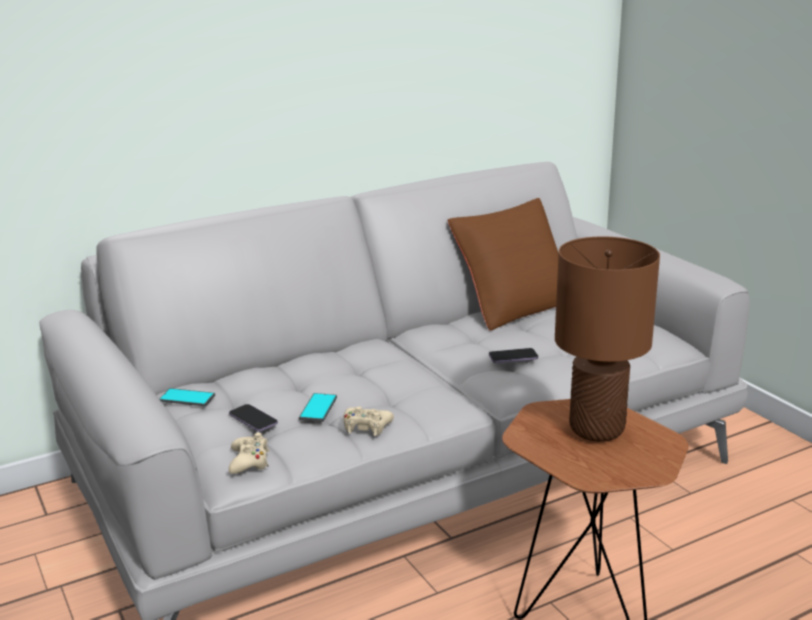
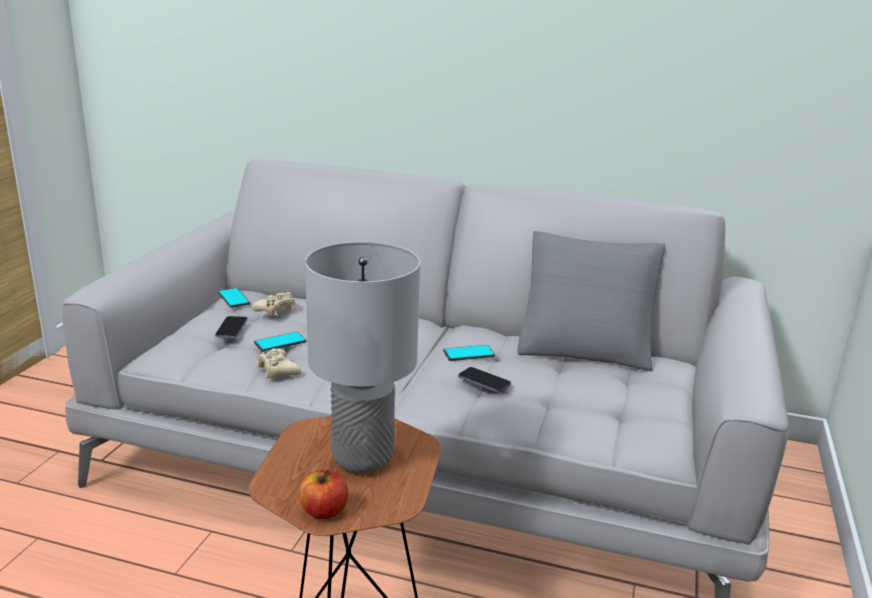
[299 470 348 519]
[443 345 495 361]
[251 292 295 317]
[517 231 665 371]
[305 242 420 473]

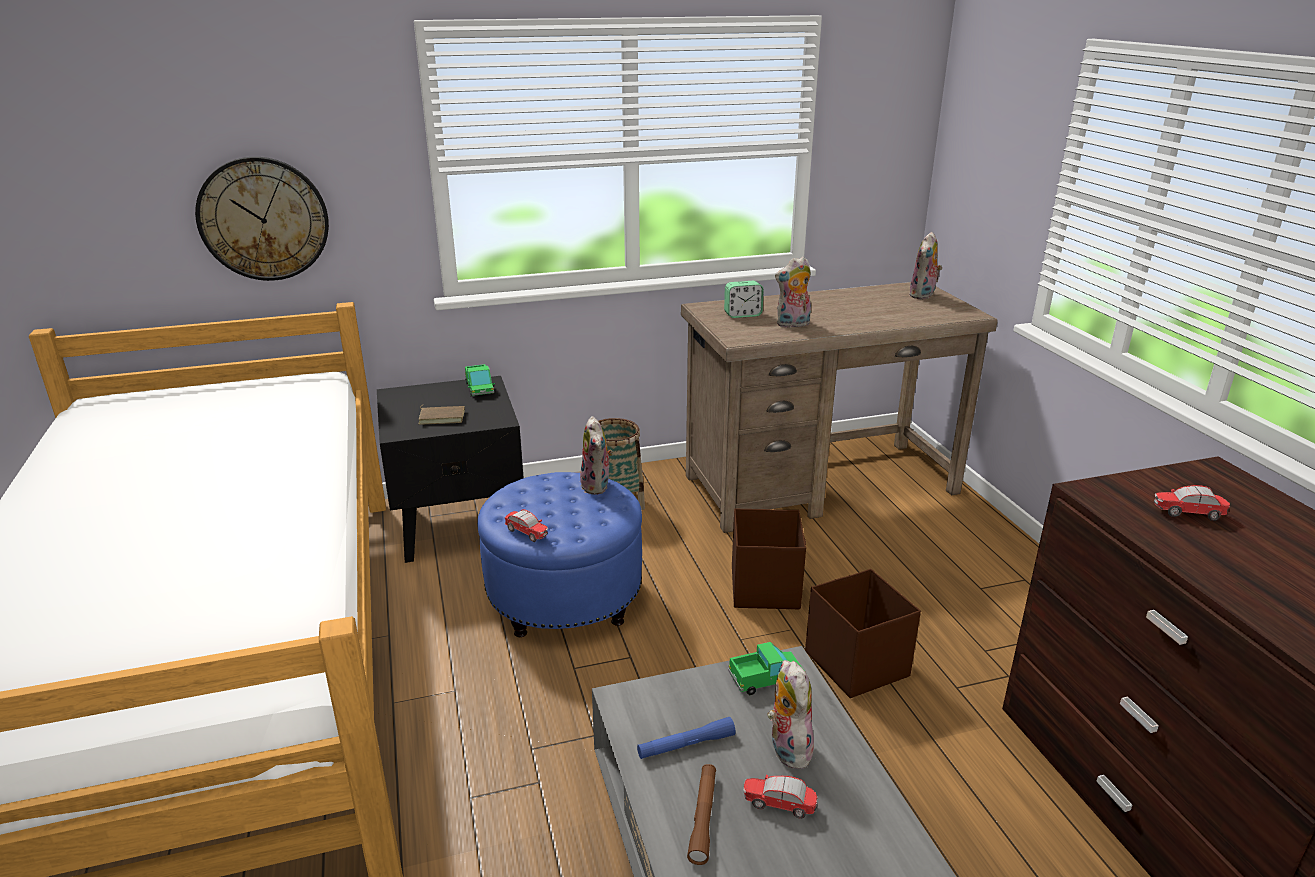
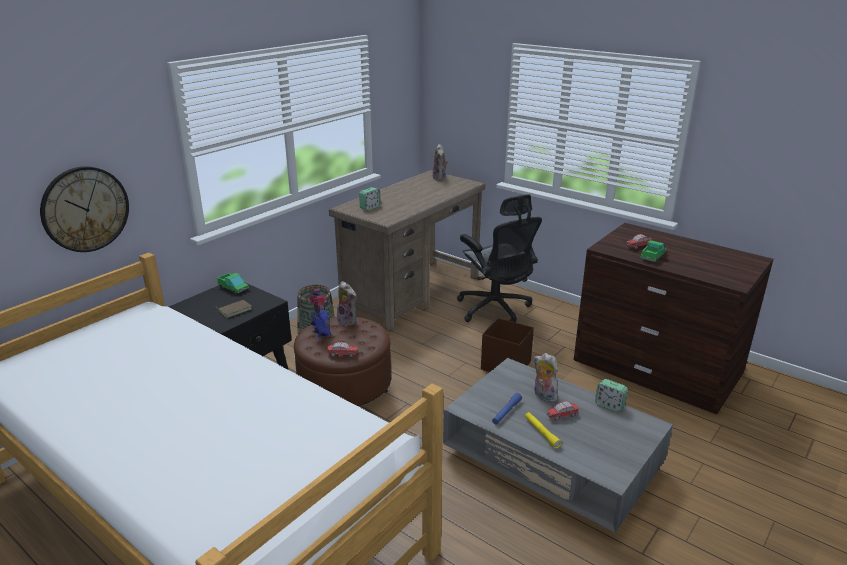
[732 508 806 609] (first image)
[775 256 811 328] (first image)
[309 289 331 337]
[457 194 542 323]
[595 379 628 412]
[640 240 667 263]
[294 317 391 406]
[525 412 562 449]

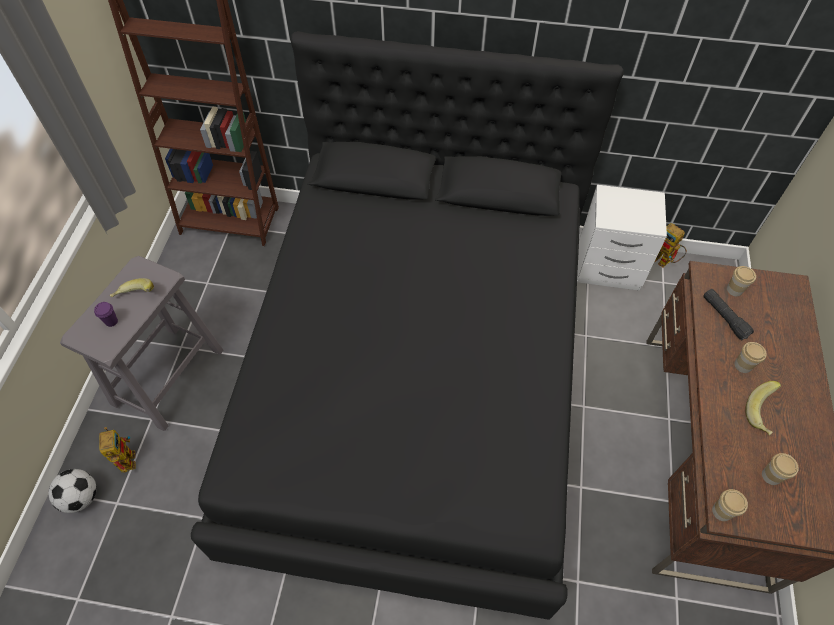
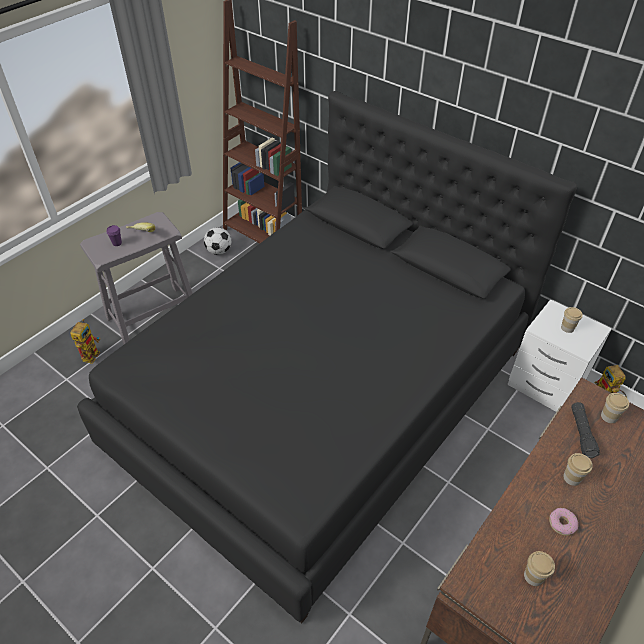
[204 227 231 255]
[561 307 583 333]
[549 508 578 536]

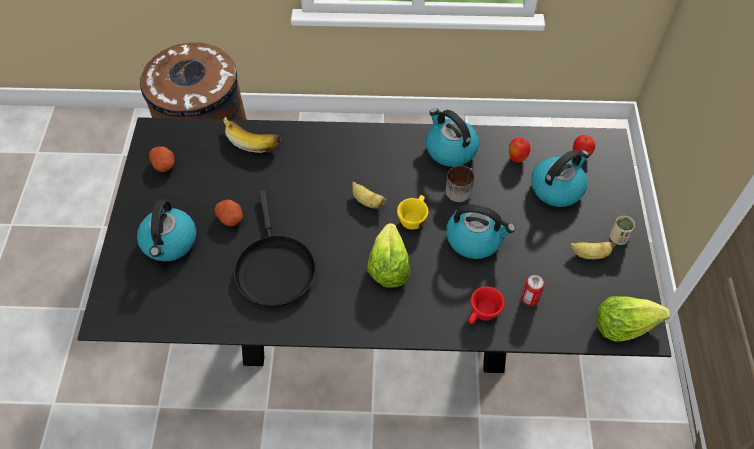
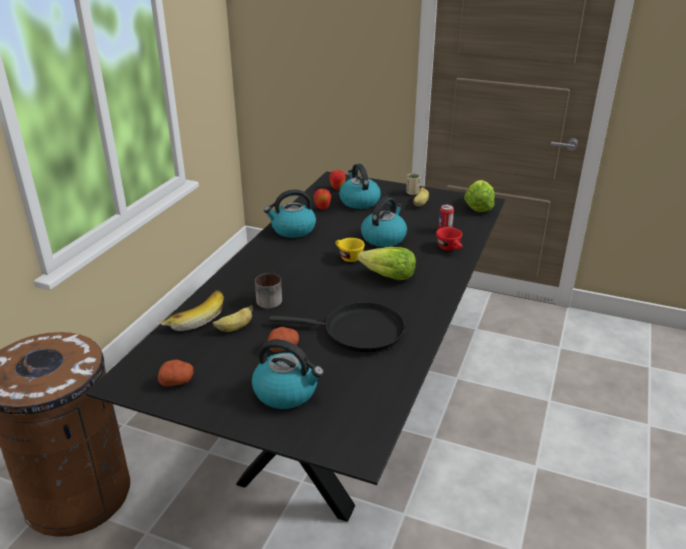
[212 305 253 332]
[255 273 282 308]

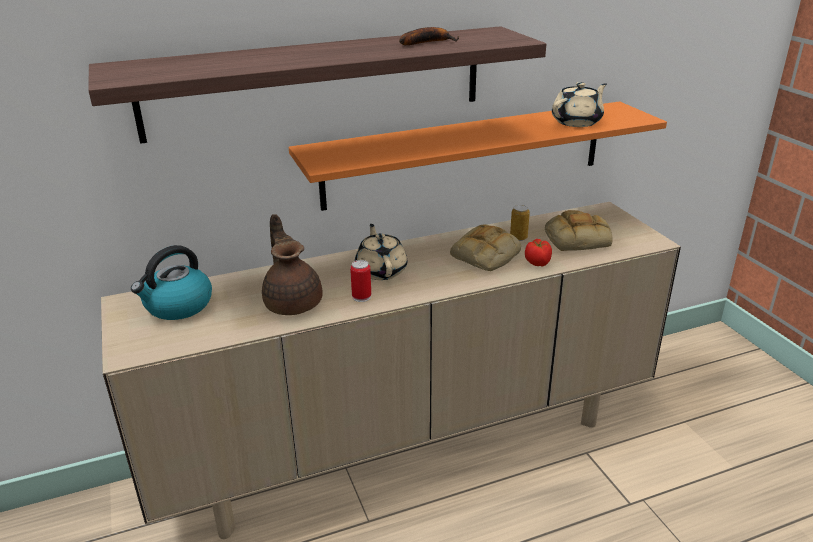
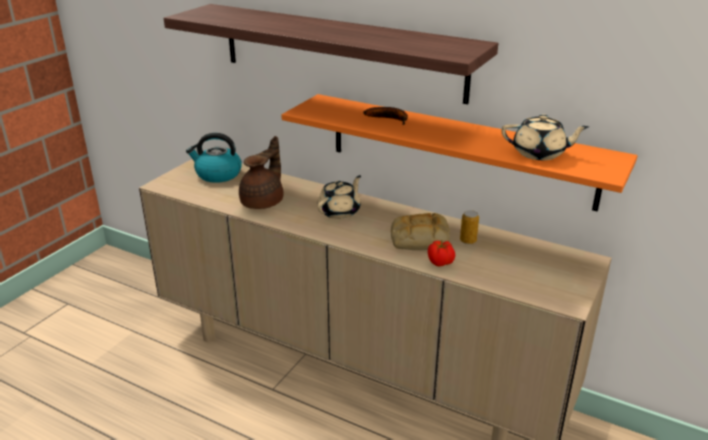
[350 260 371 302] (first image)
[545 210 613 251] (first image)
[363 107 408 125]

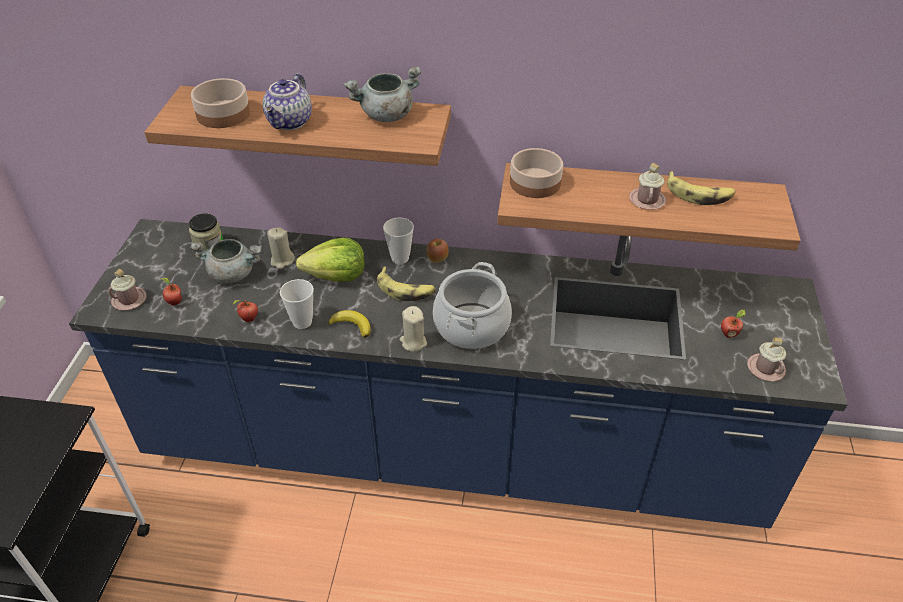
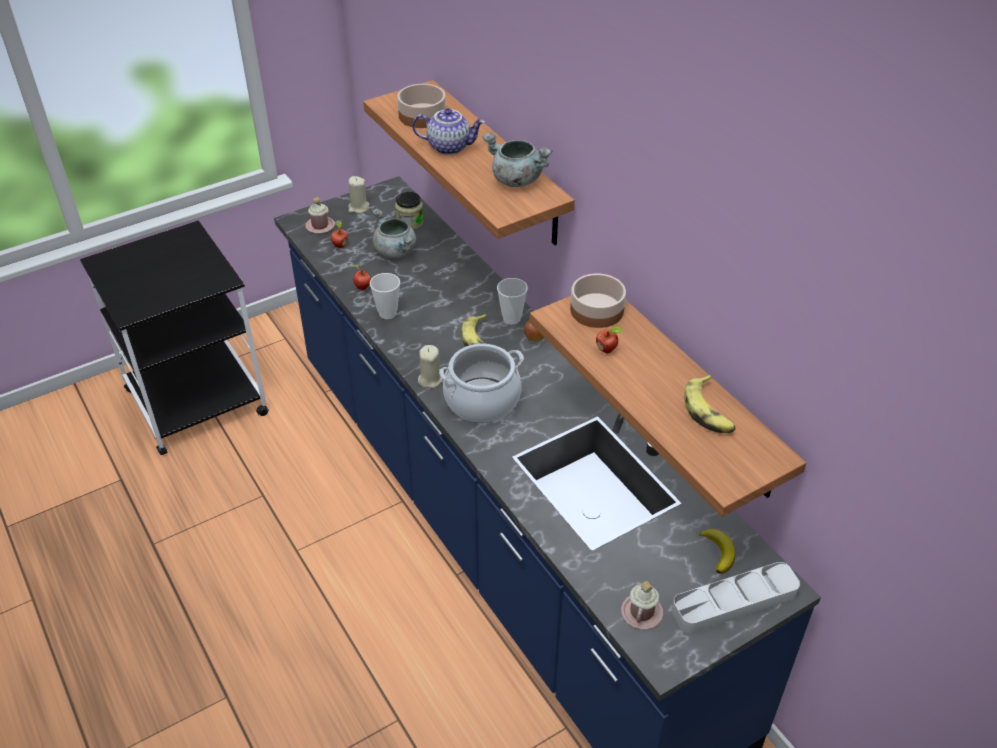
[296 238 365 282] (first image)
[629 163 666 210] (first image)
[672 562 800 633]
[348 176 369 214]
[699 529 735 574]
[596 326 623 354]
[412 108 485 155]

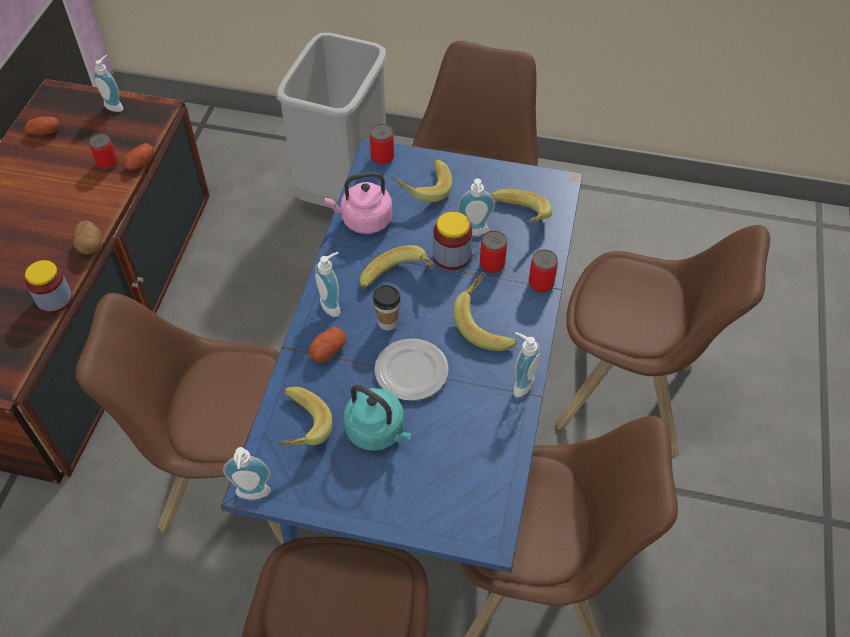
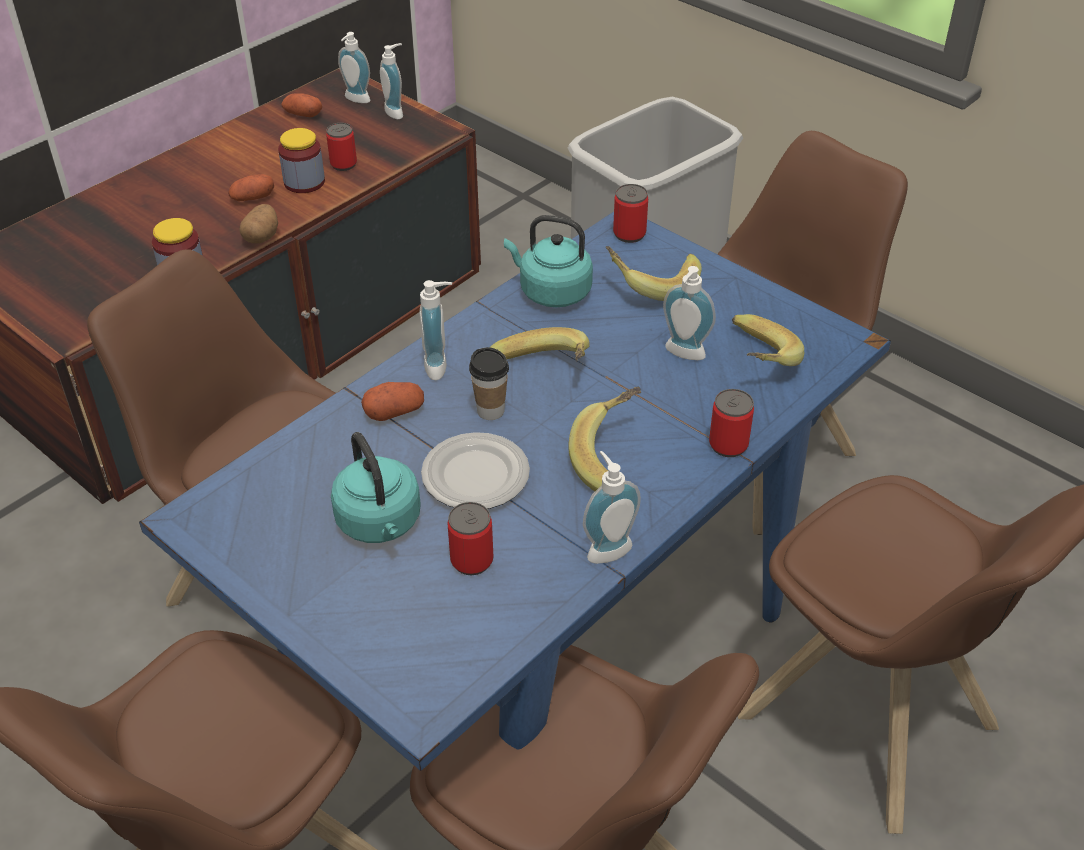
[278 387 333 447] (first image)
[228 174 274 201]
[338 32 370 103]
[278 128 325 193]
[447 502 493 575]
[504 215 593 307]

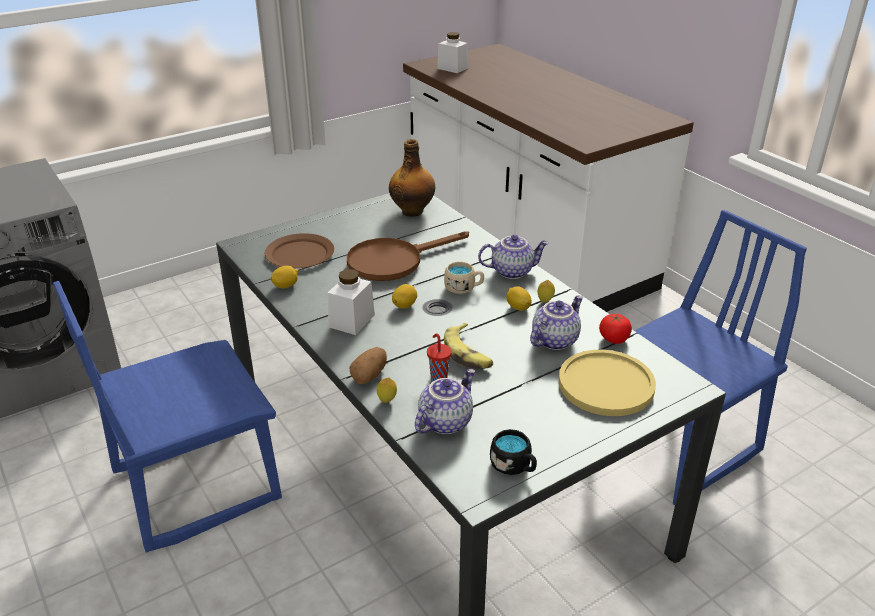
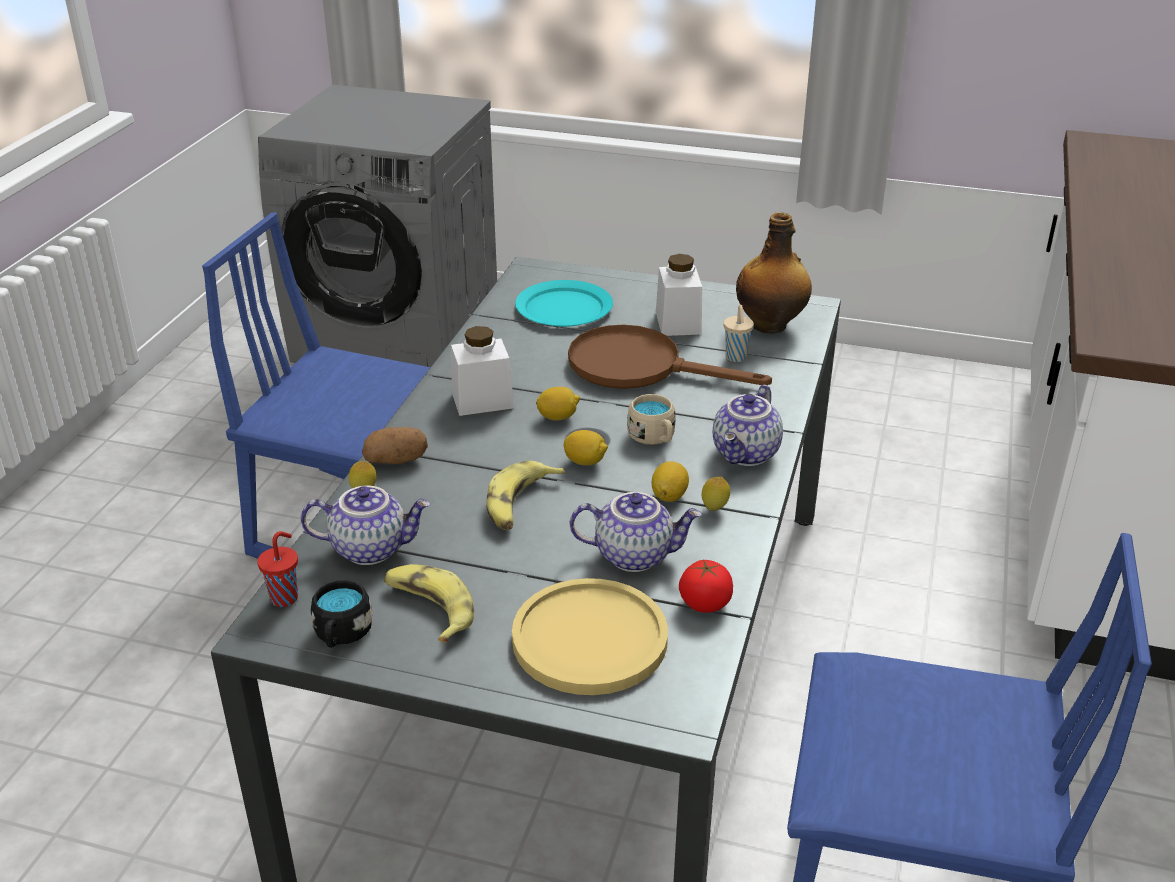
[384 564 474 643]
[724 305 754 362]
[563 430 608 465]
[257 531 298 607]
[656 254 702 336]
[515 280 613 327]
[713 384 783 466]

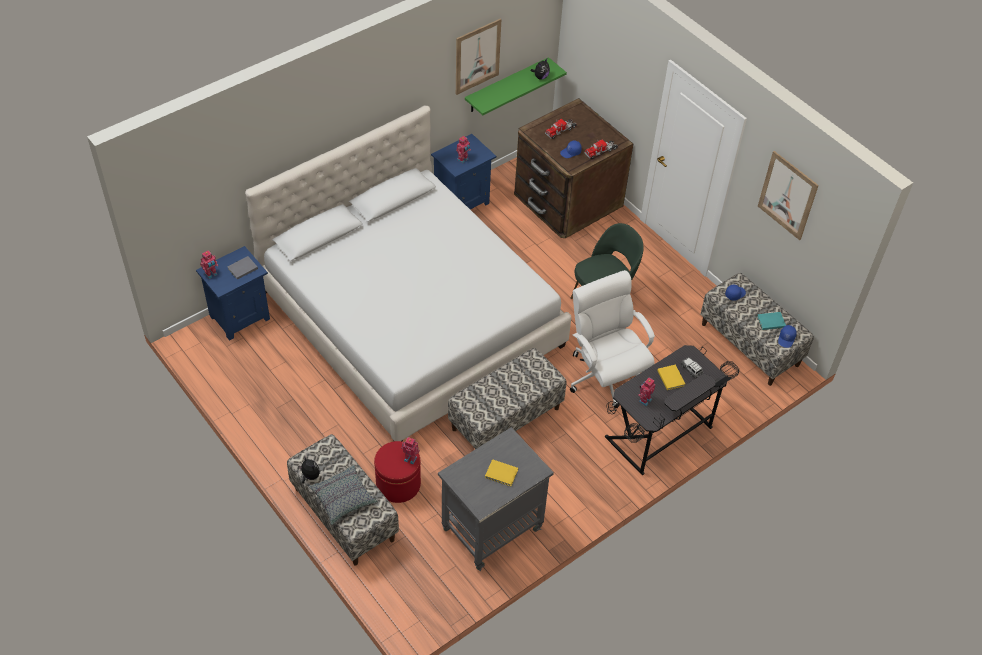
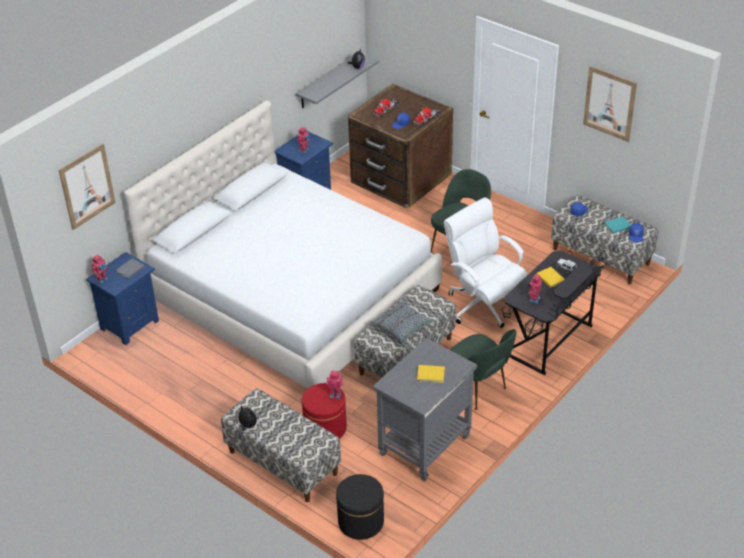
[336 474 384 540]
[450 329 517 410]
[371 301 434 344]
[59 144 116 230]
[296 54 379 108]

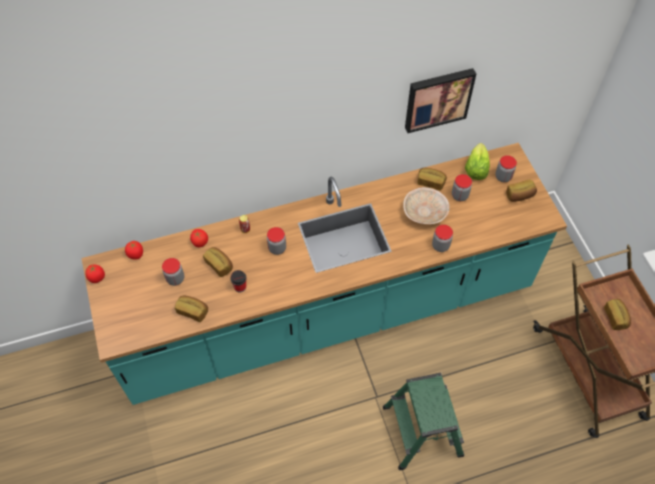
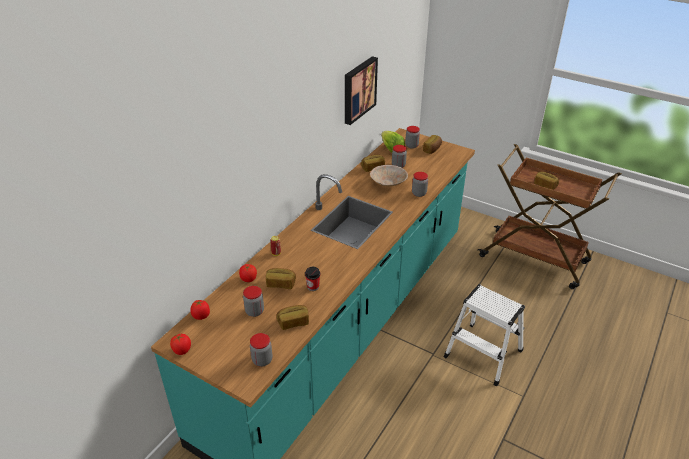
[250 333 272 367]
[444 284 525 386]

